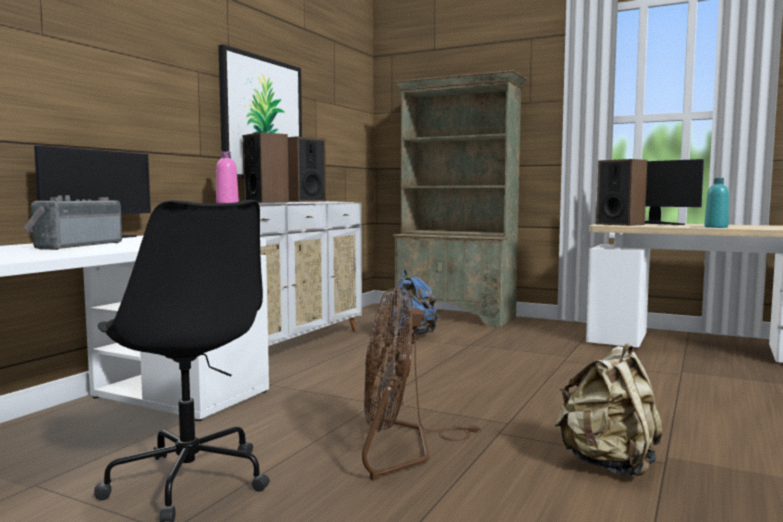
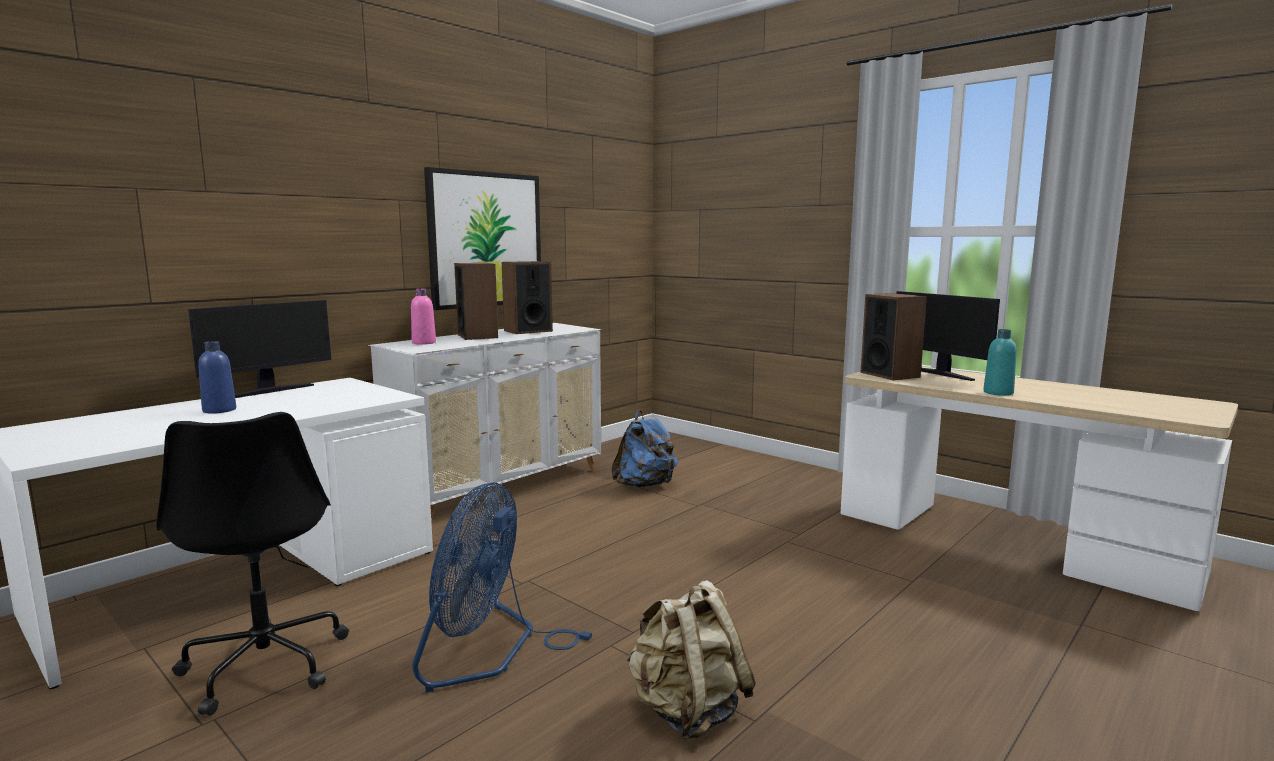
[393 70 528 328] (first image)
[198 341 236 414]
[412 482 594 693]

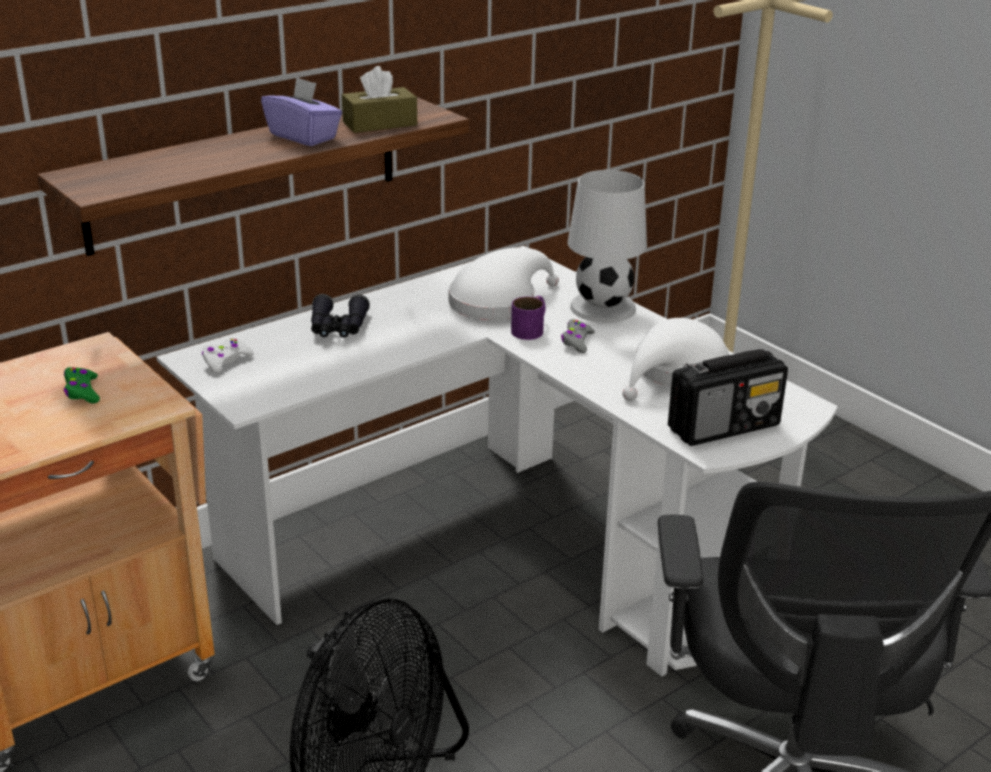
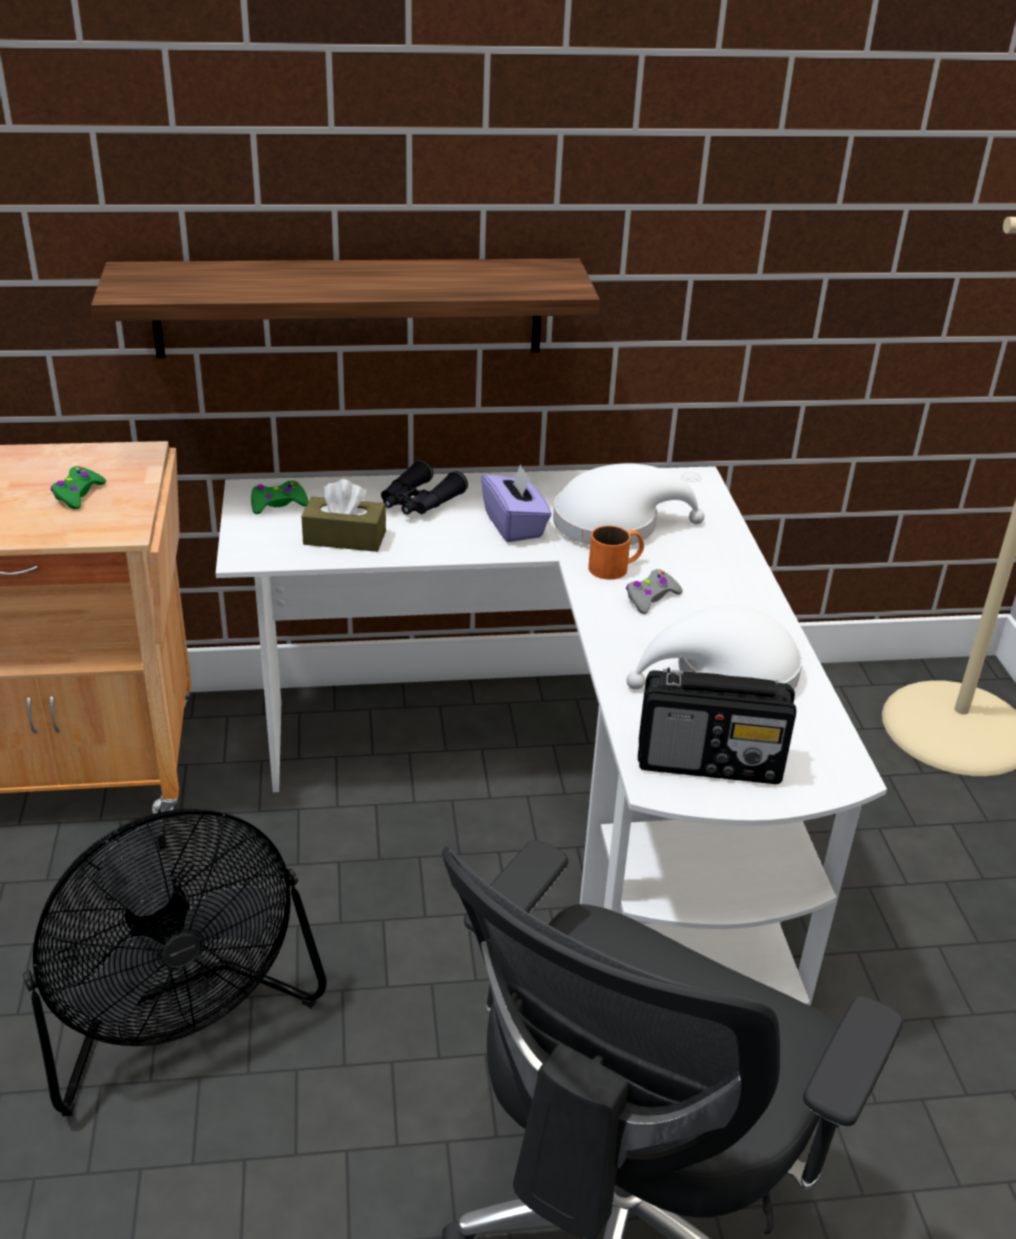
[568 170 647 323] (first image)
[481 464 552 542]
[301 479 386 552]
[251 481 309 514]
[588 525 644 580]

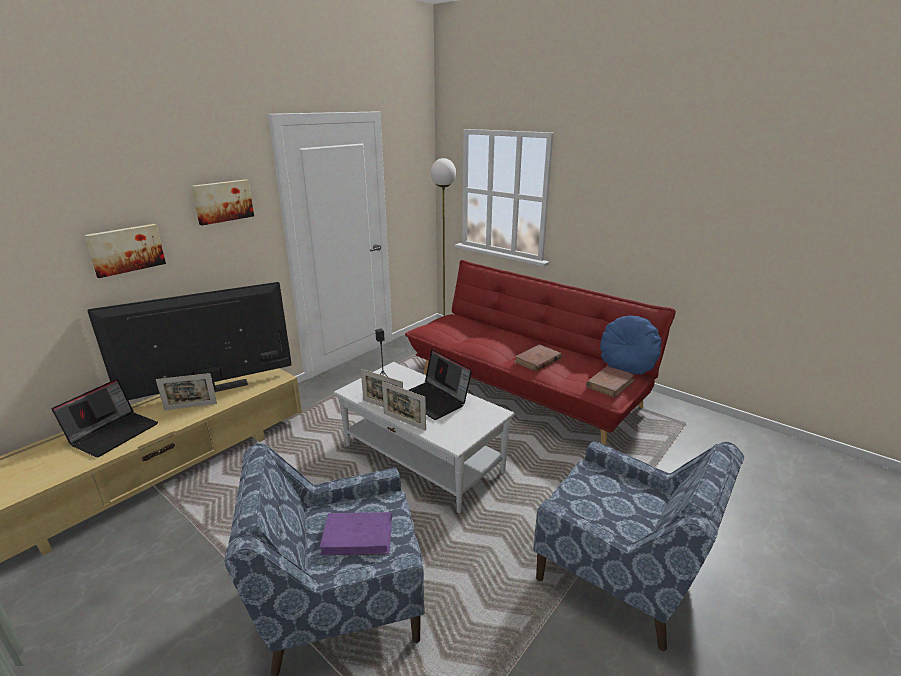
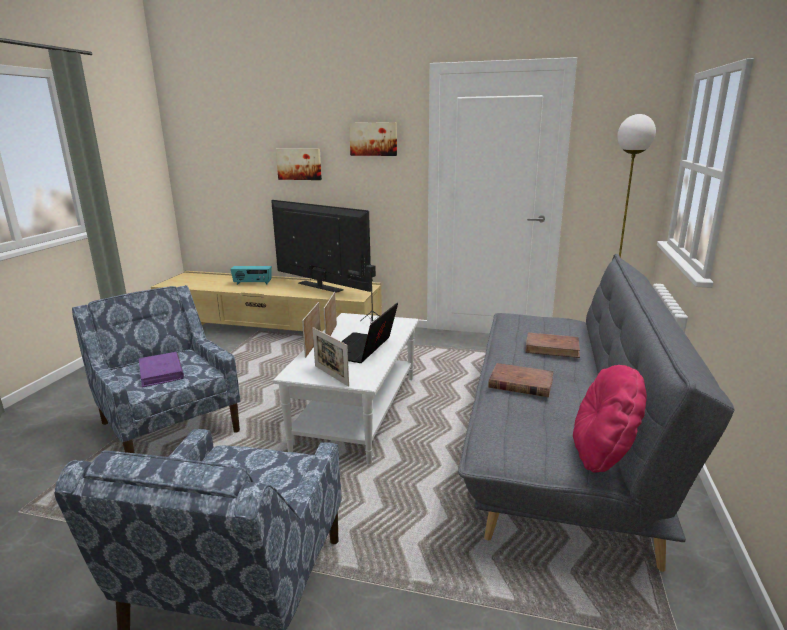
[313 327 349 387]
[525 333 580 358]
[230 266 272 285]
[458 254 735 572]
[573 365 647 473]

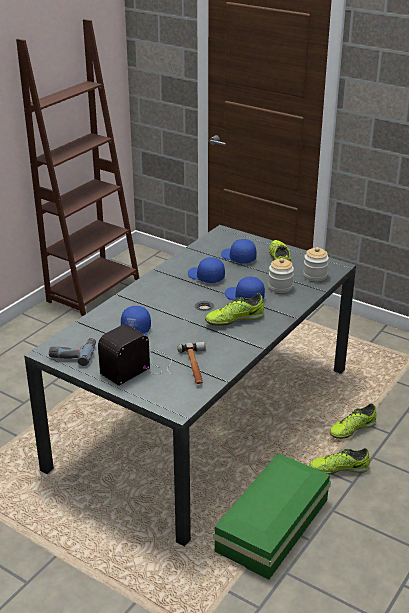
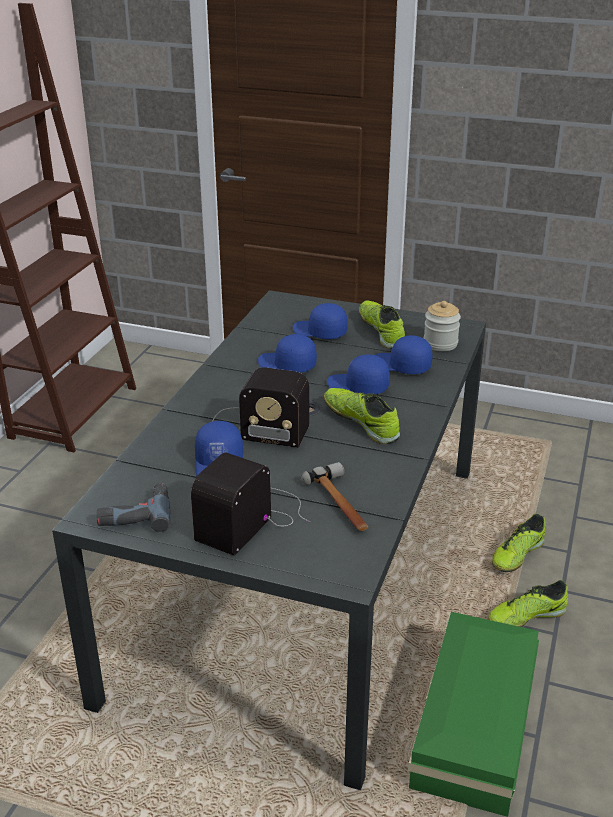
[213 367 309 448]
[376 335 432 374]
[324 388 400 444]

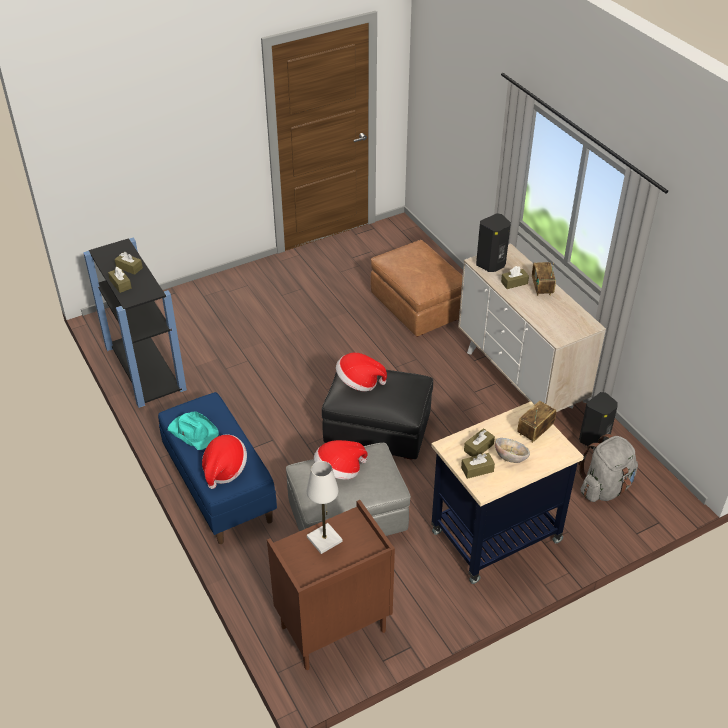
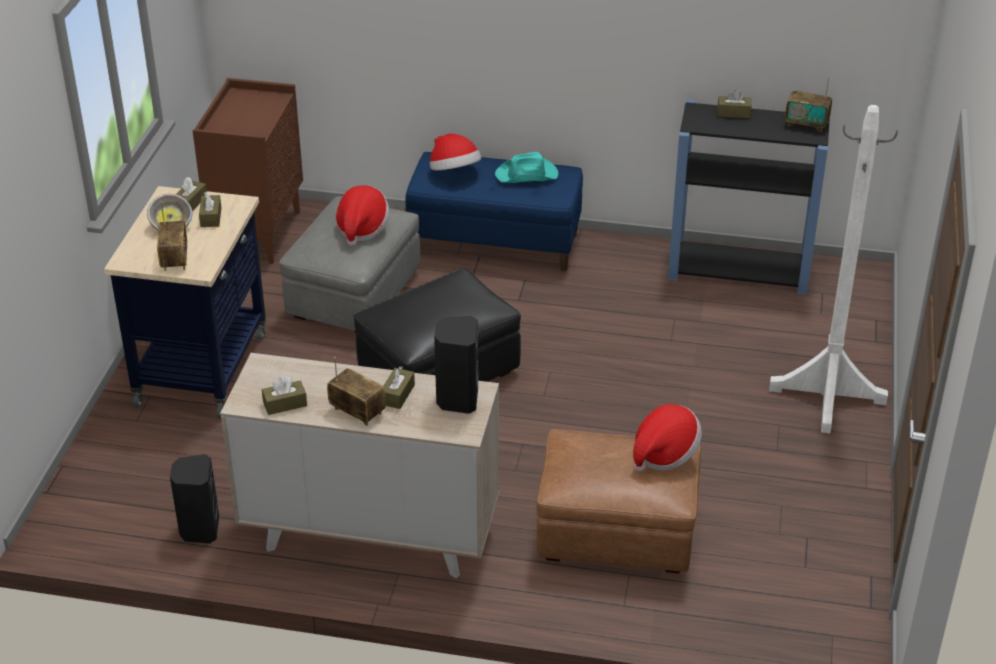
[307 461 343 554] (first image)
[578 434 638 502] (first image)
[769 105 898 433]
[785 76 832 132]
[262 376 307 415]
[633 404 702 472]

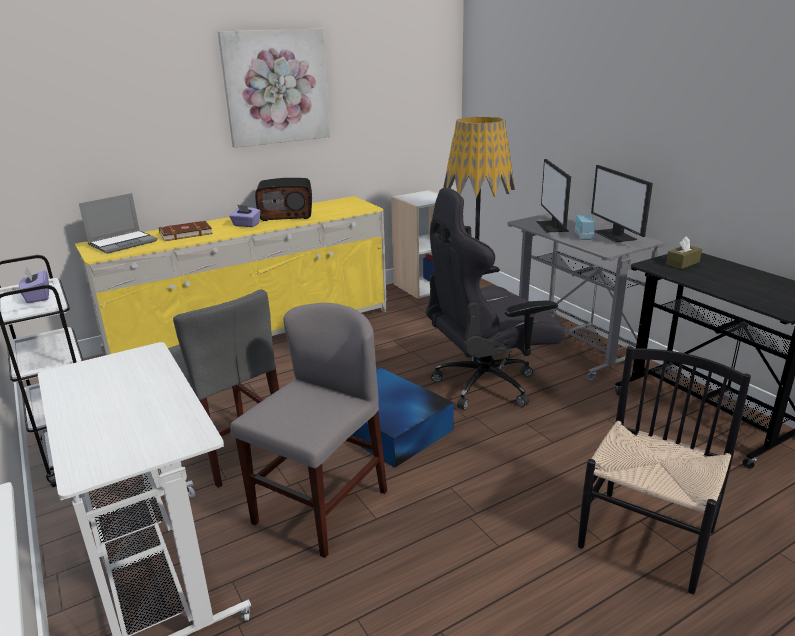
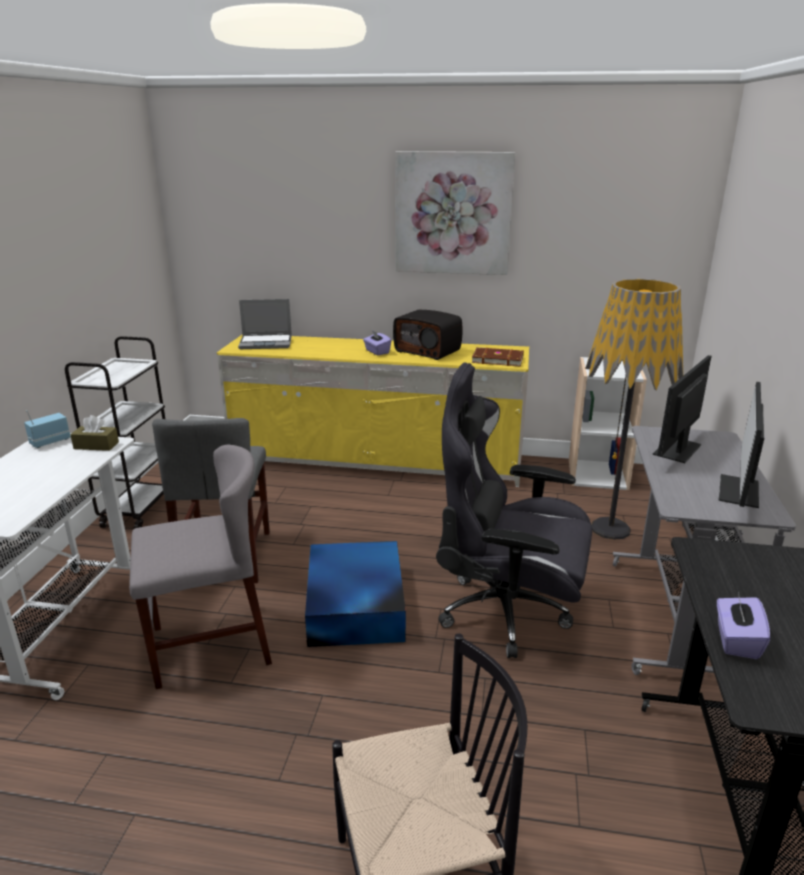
[717 592 770 659]
[472 347 524 367]
[24 410 71 448]
[70 415 119 451]

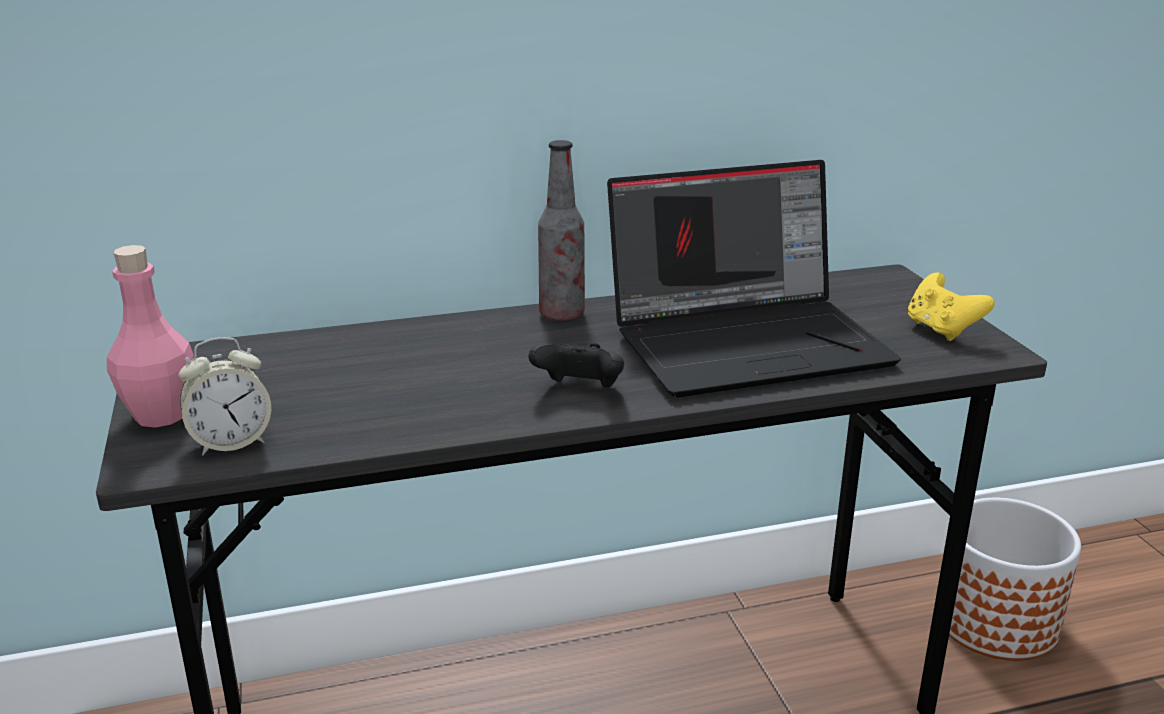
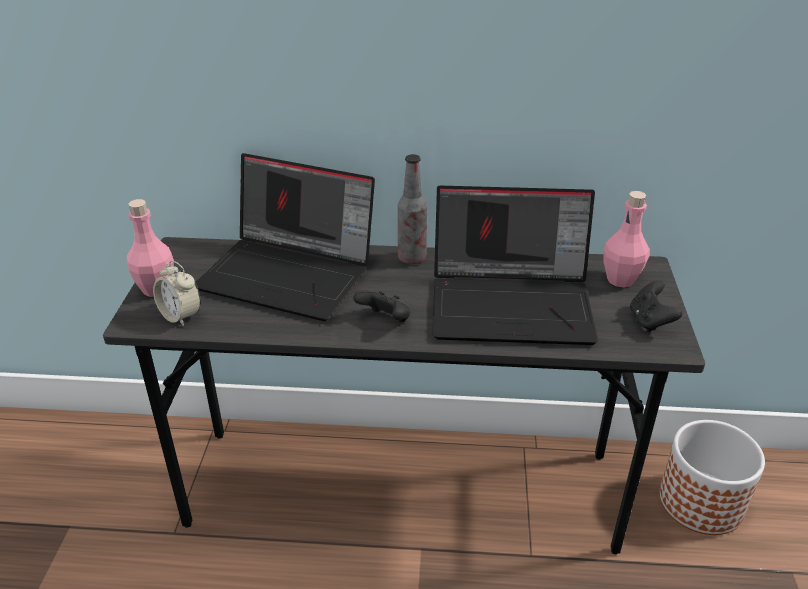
[195 153 375 321]
[603 191 650 288]
[630 280 683 332]
[153 260 201 326]

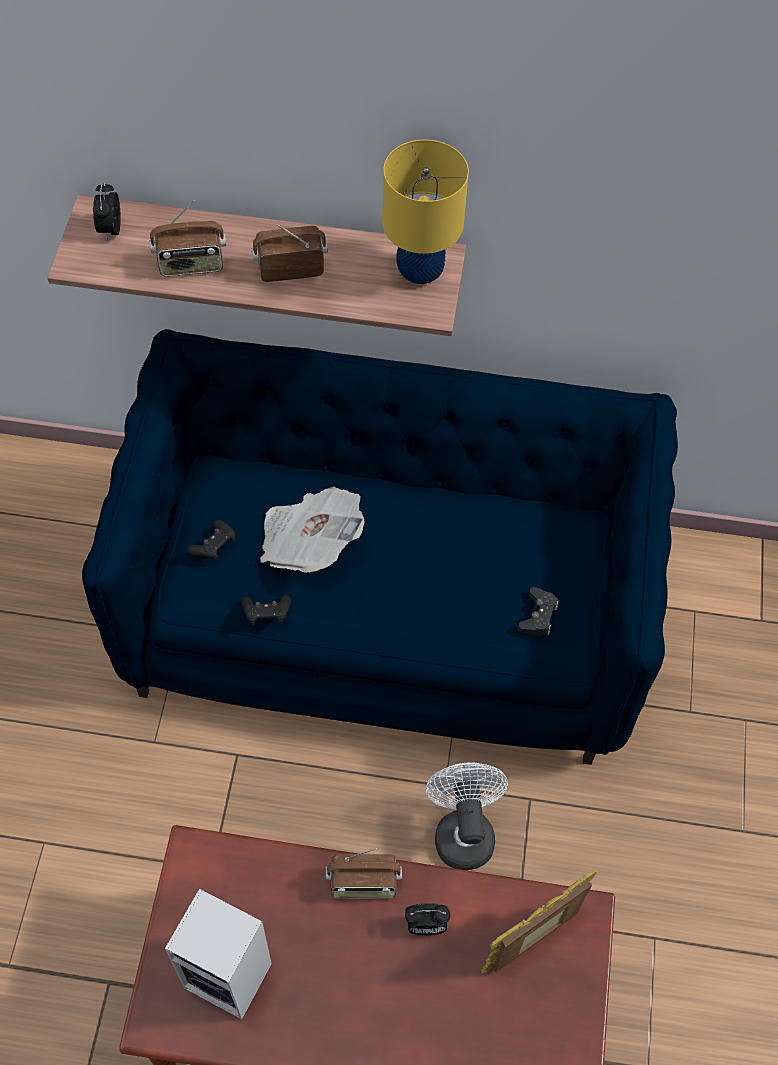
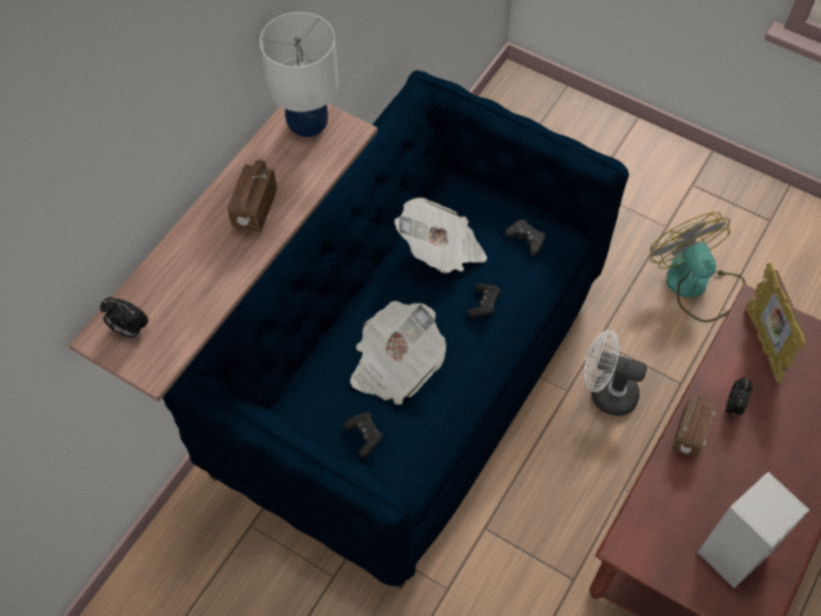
[150 200 226 277] (first image)
[394 197 487 273]
[650 212 746 322]
[466 283 501 318]
[260 12 339 137]

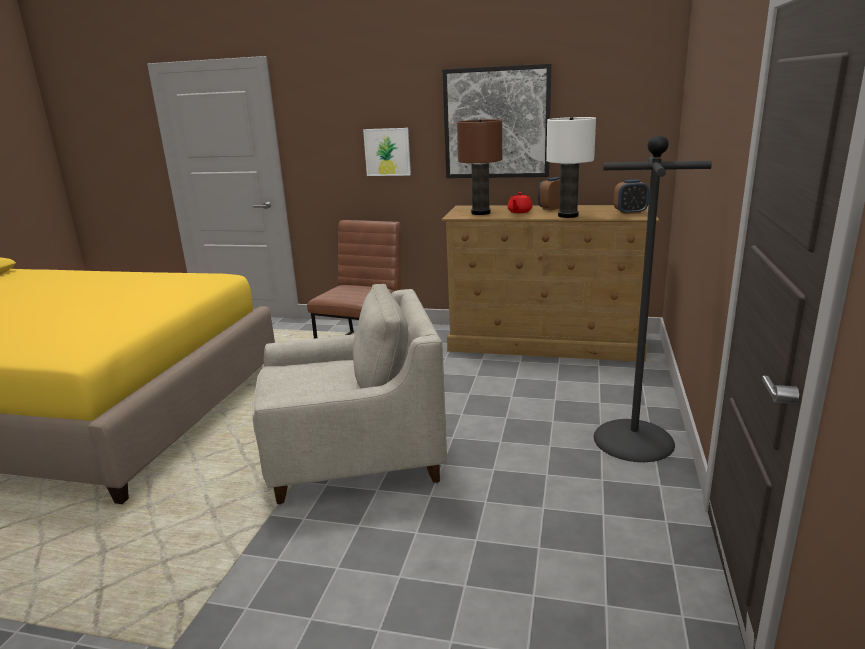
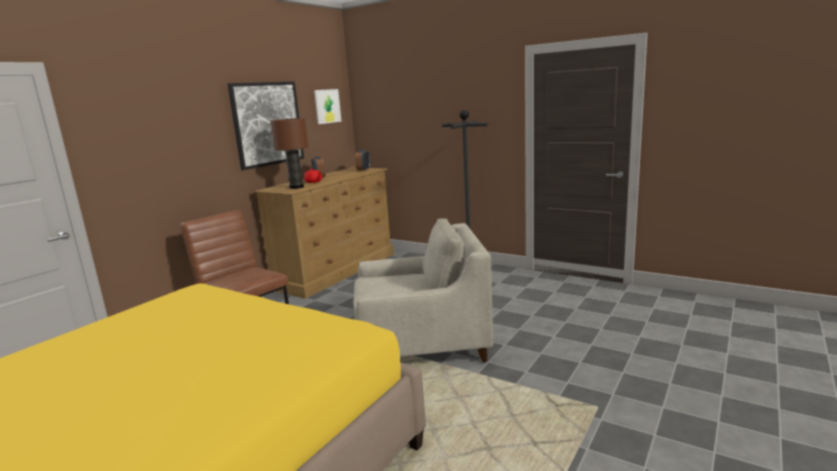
[546 117 596 218] (first image)
[314 89 342 124]
[354 218 493 362]

